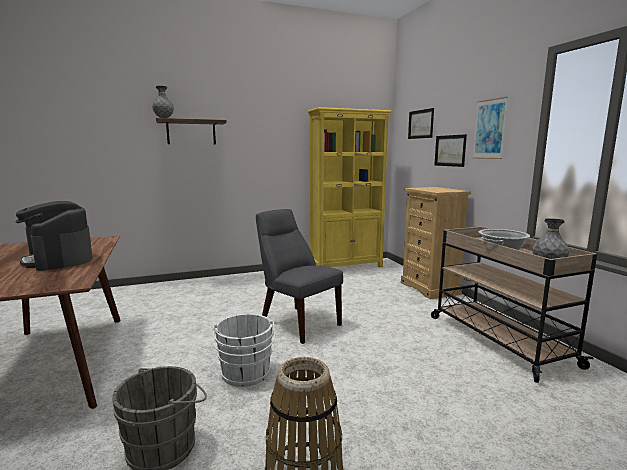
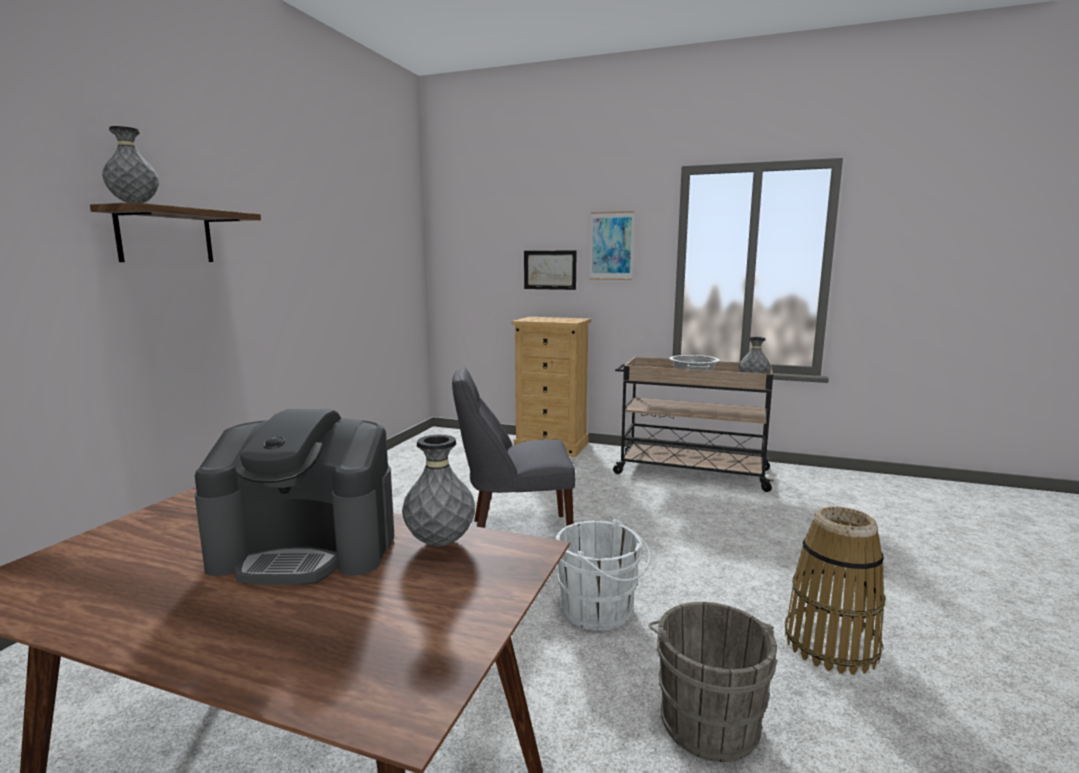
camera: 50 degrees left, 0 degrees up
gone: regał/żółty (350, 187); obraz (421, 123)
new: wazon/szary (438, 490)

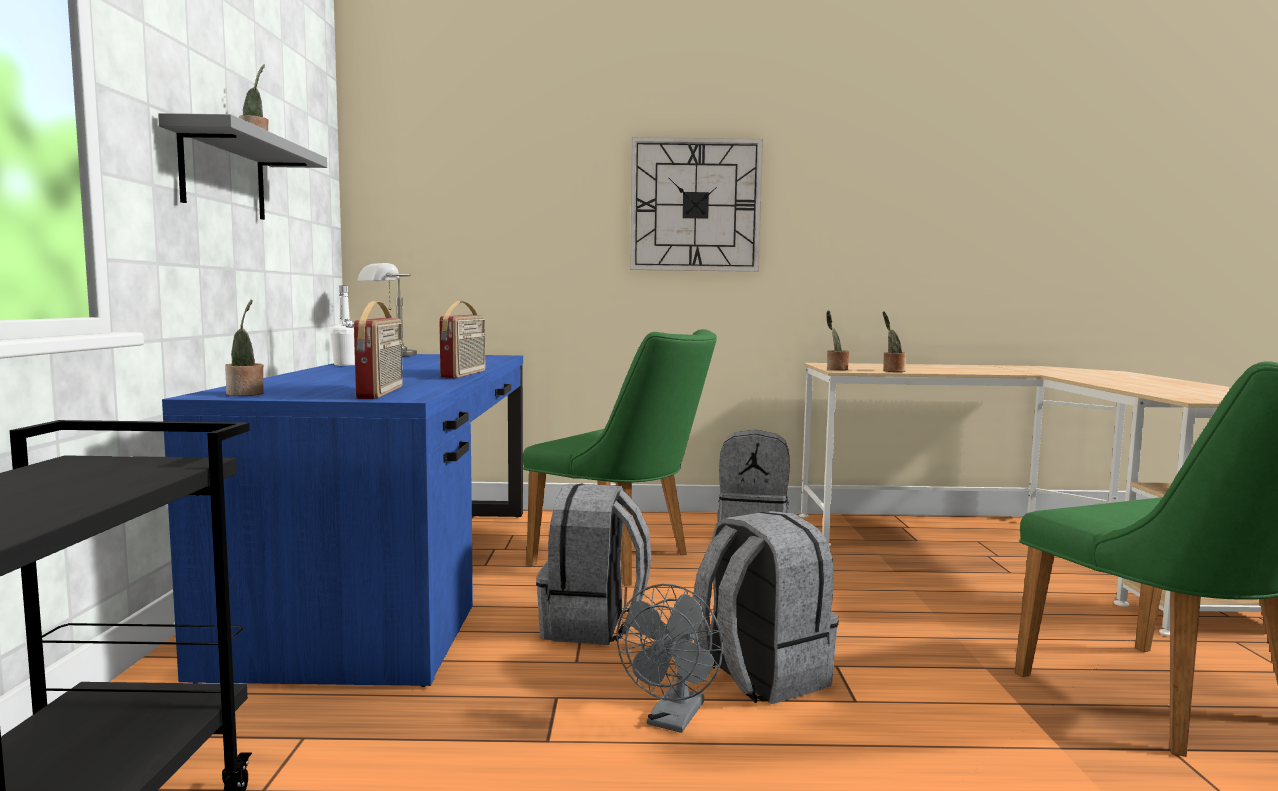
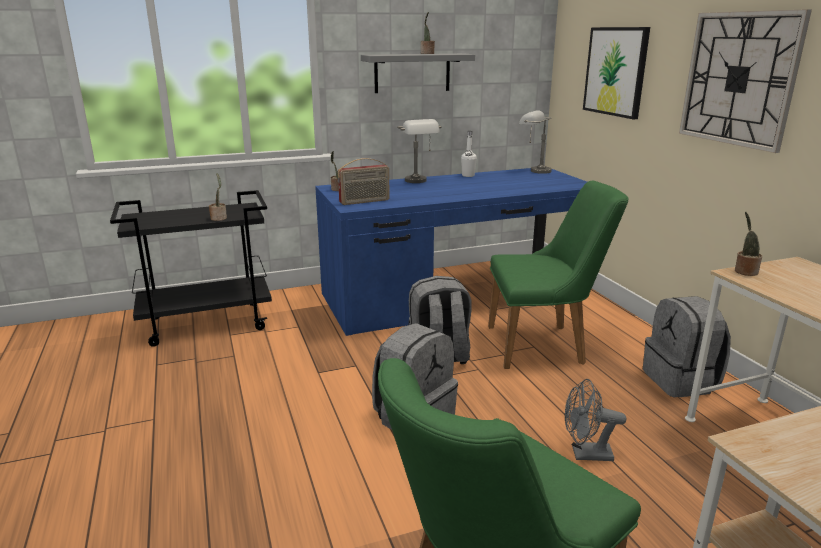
camera: 70 degrees right, 15 degrees up
gone: radio (462, 339)
new: lampa stołowa/szary (419, 151); obraz (616, 73)
shifted: roślina doniczkowa (894, 341) to (218, 197); wentylator/szary (670, 658) to (595, 420)
rotated: krzesło/zielony (620, 457) = (558, 275) 105 degrees counterclockwise

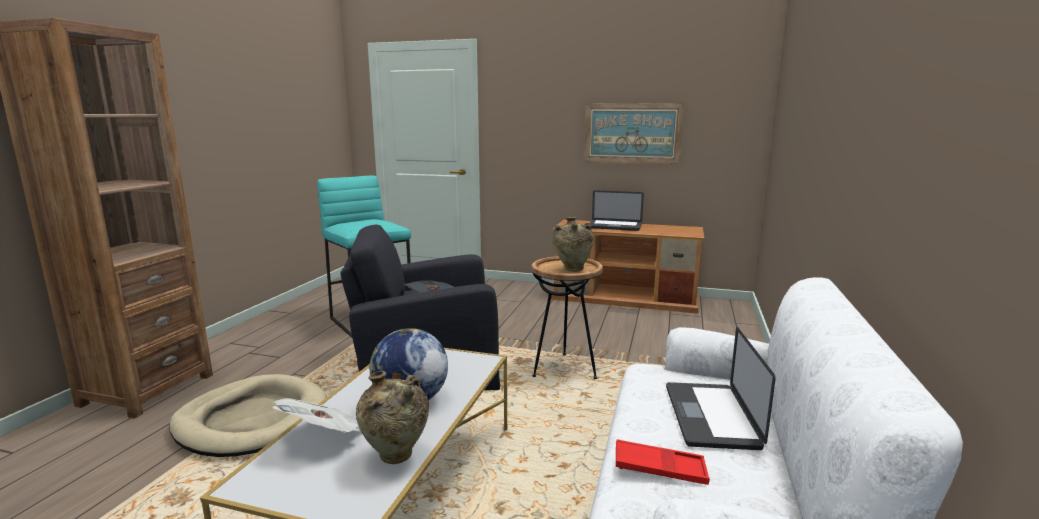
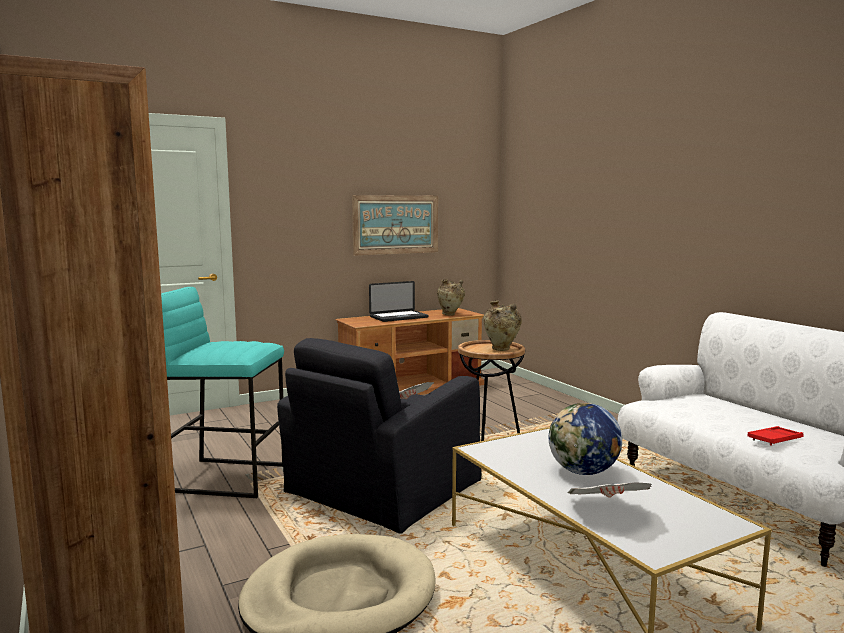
camera: 45 degrees left, 5 degrees down
gone: laptop (721, 388)
shifted: wazon/beżowy (392, 417) to (451, 297)

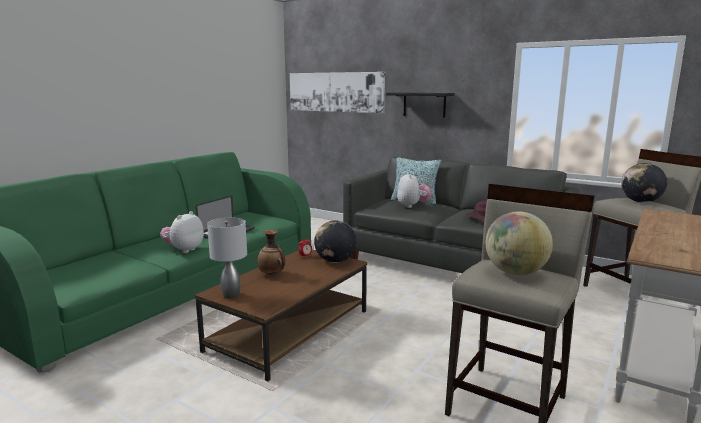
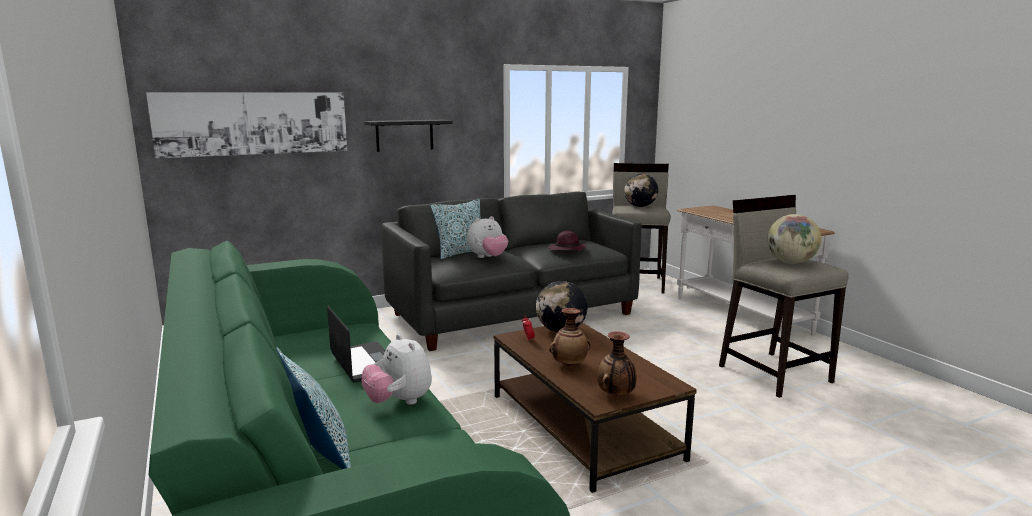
camera: 60 degrees left, 0 degrees up
new: poduszka (313, 408)
swapped: lampa stołowa/szary (227, 258) to wazon (617, 363)
rotated: pluszak (414, 190) = (487, 237) 120 degrees clockwise

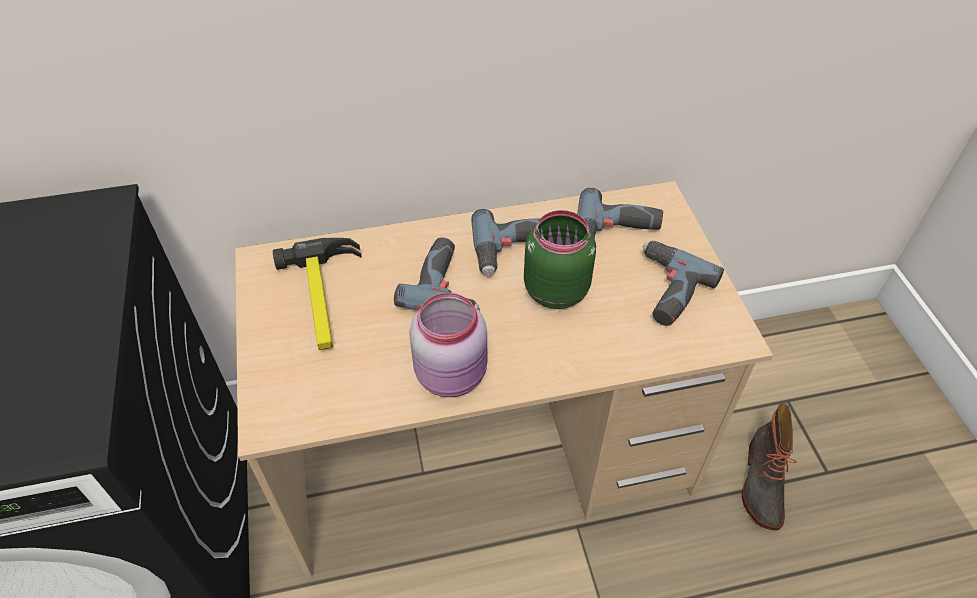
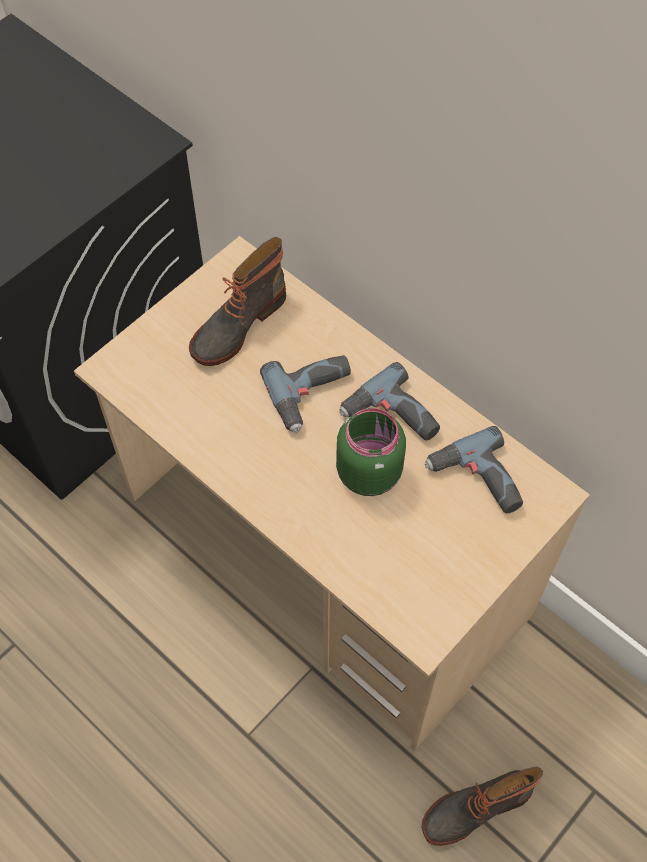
camera: 55 degrees right, 10 degrees up
gone: słoik/różowy (448, 345); wiertarka (683, 283)
swapped: młotek (317, 294) to but z cholewką (237, 301)

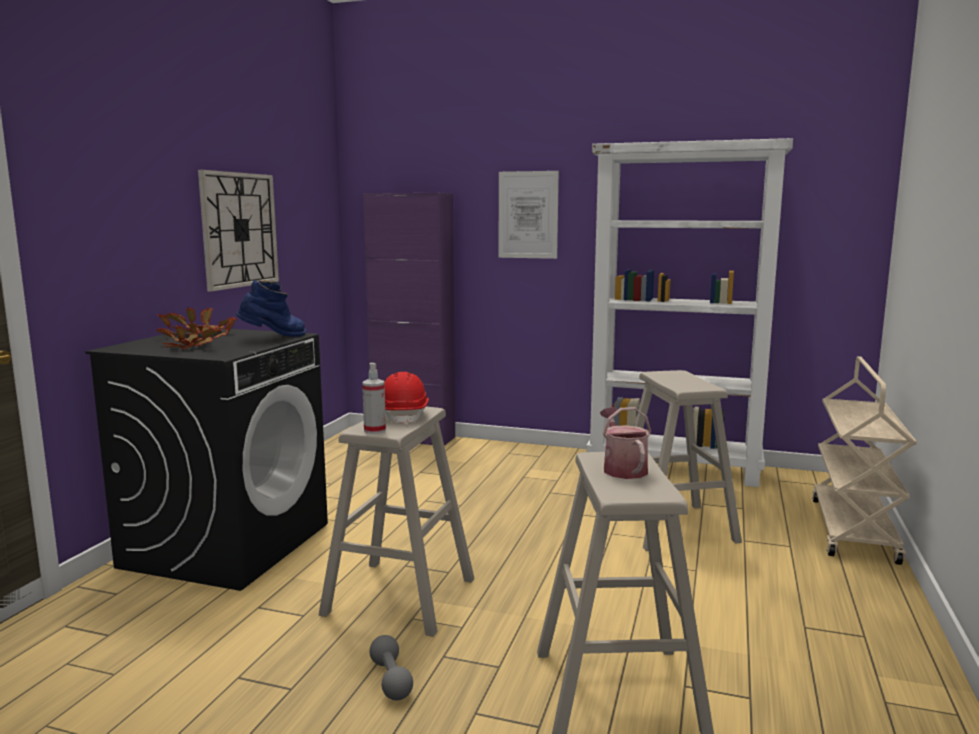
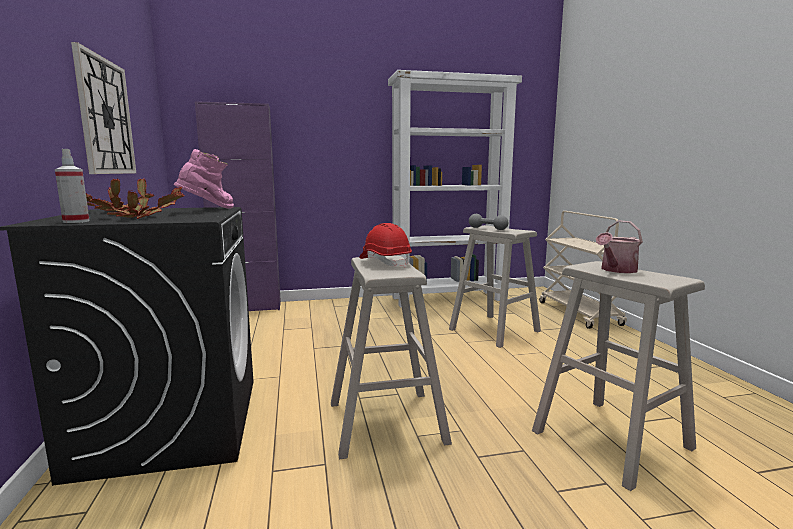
camera: 30 degrees left, 0 degrees up
gone: obraz (529, 215)
shifted: spryskiwacz (374, 398) to (72, 186); hantel/szary (391, 668) to (488, 222)
repainted: but z cholewką/niebieski (271, 308) to but z cholewką/różowy (204, 179)
rotated: konewka (625, 443) = (619, 246) 90 degrees counterclockwise

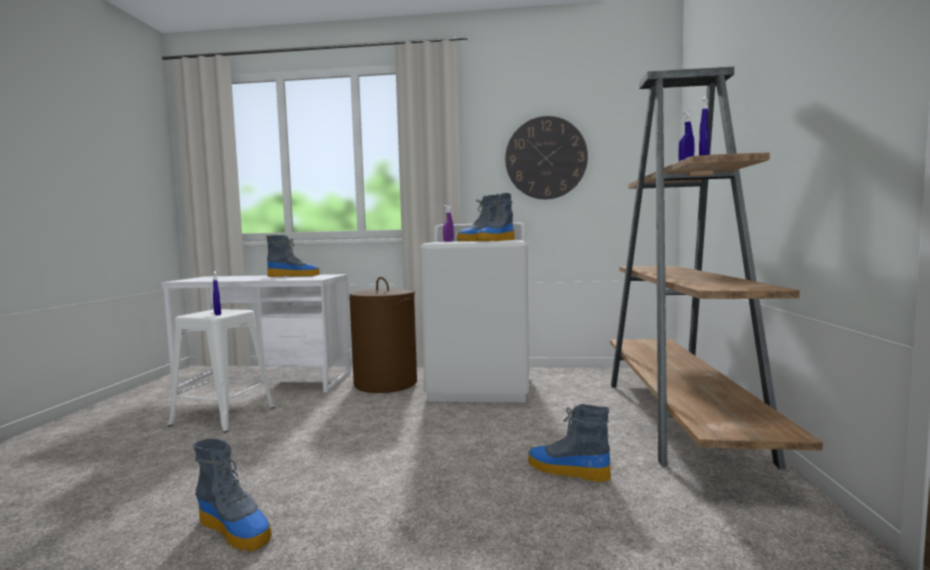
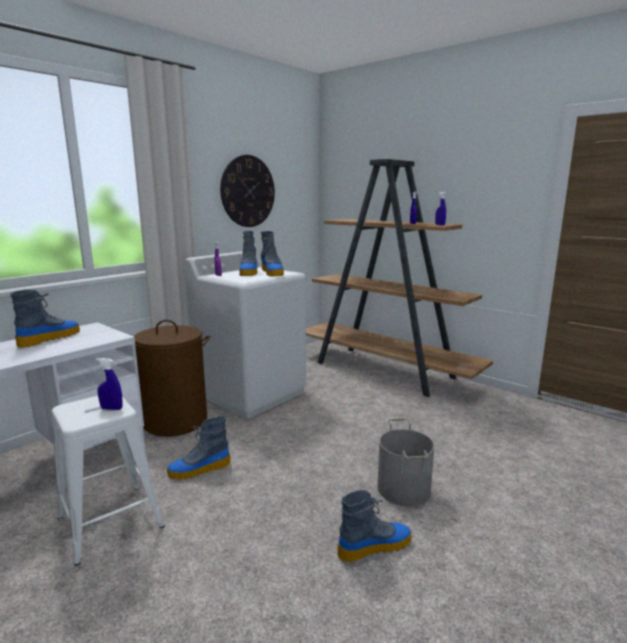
camera: 55 degrees left, 10 degrees up
new: wiadro/szary (405, 462)
shifted: but z cholewką (569, 443) to (198, 448)

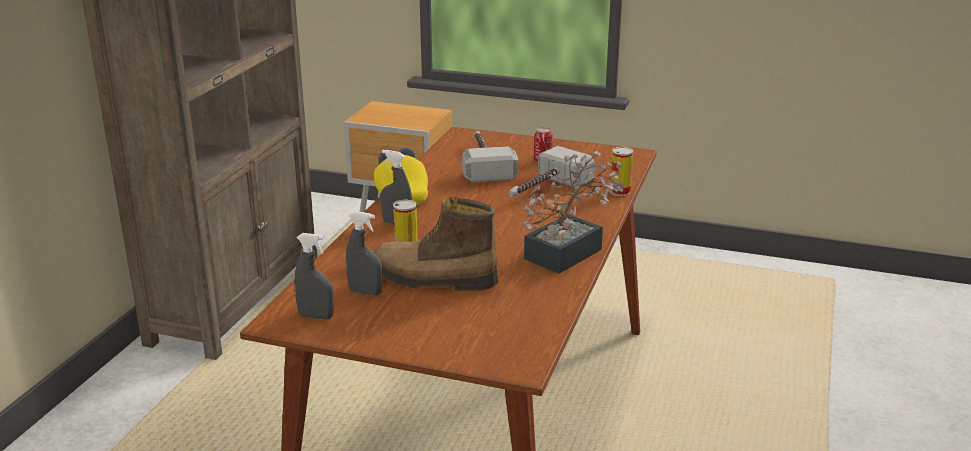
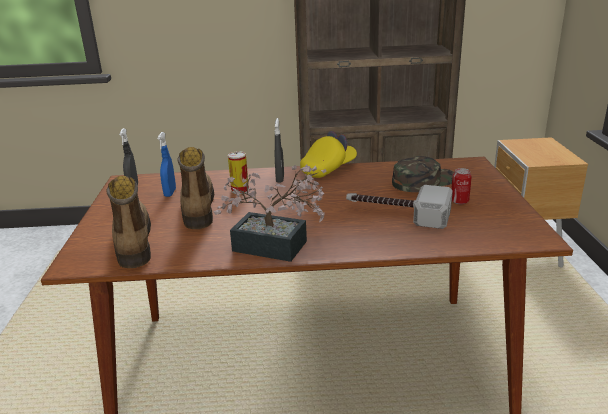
camera: 70 degrees right, 0 degrees up
gone: puszka (622, 171)
new: but z cholewką (128, 222)
swapped: młotek (490, 156) to czapka z daszkiem/zielony (423, 174)
repainted: spryskiwacz/szary (364, 253) to spryskiwacz/niebieski (166, 164)

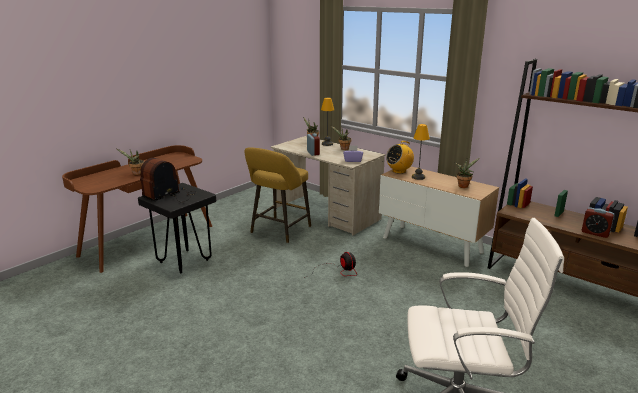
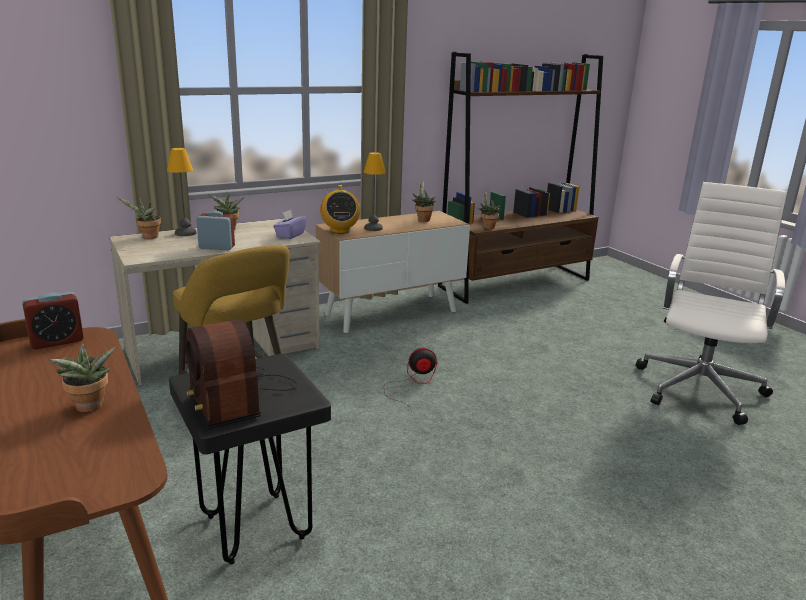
camera: 70 degrees left, 0 degrees up
new: roślina doniczkowa (489, 209)
shifted: budzik (598, 222) to (53, 321)

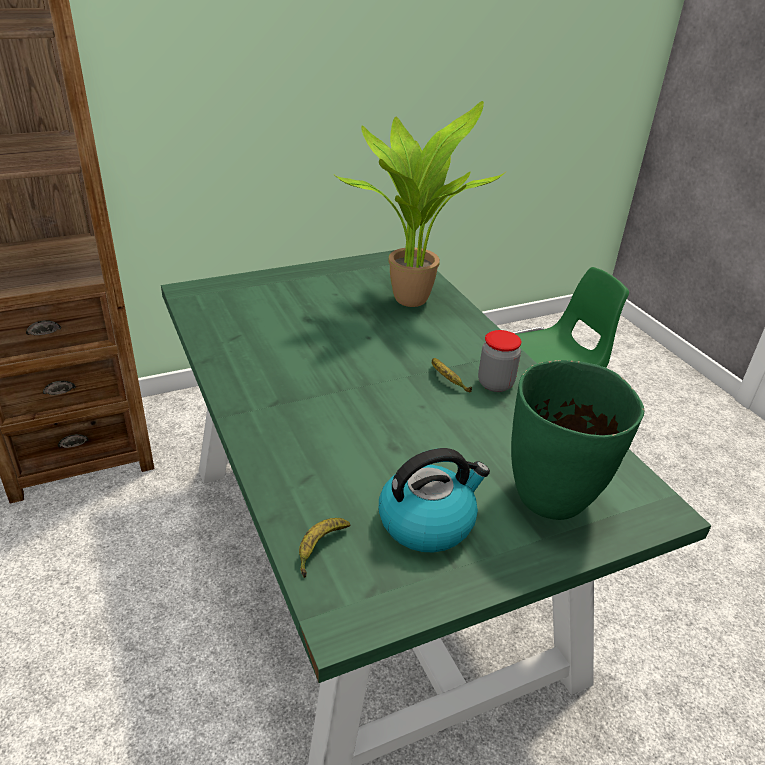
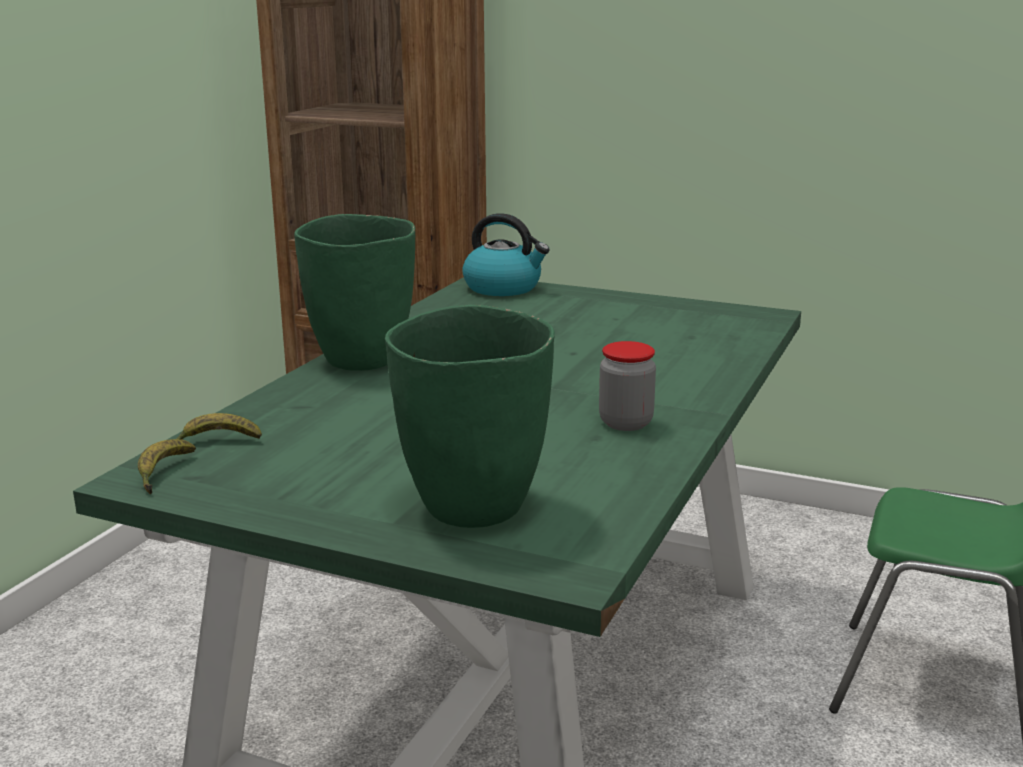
camera: 50 degrees right, 15 degrees down
gone: roślina doniczkowa (420, 204)
new: wazon/zielony (354, 292)
shifted: banan (452, 375) to (167, 466); czajnik (434, 500) to (506, 254)

